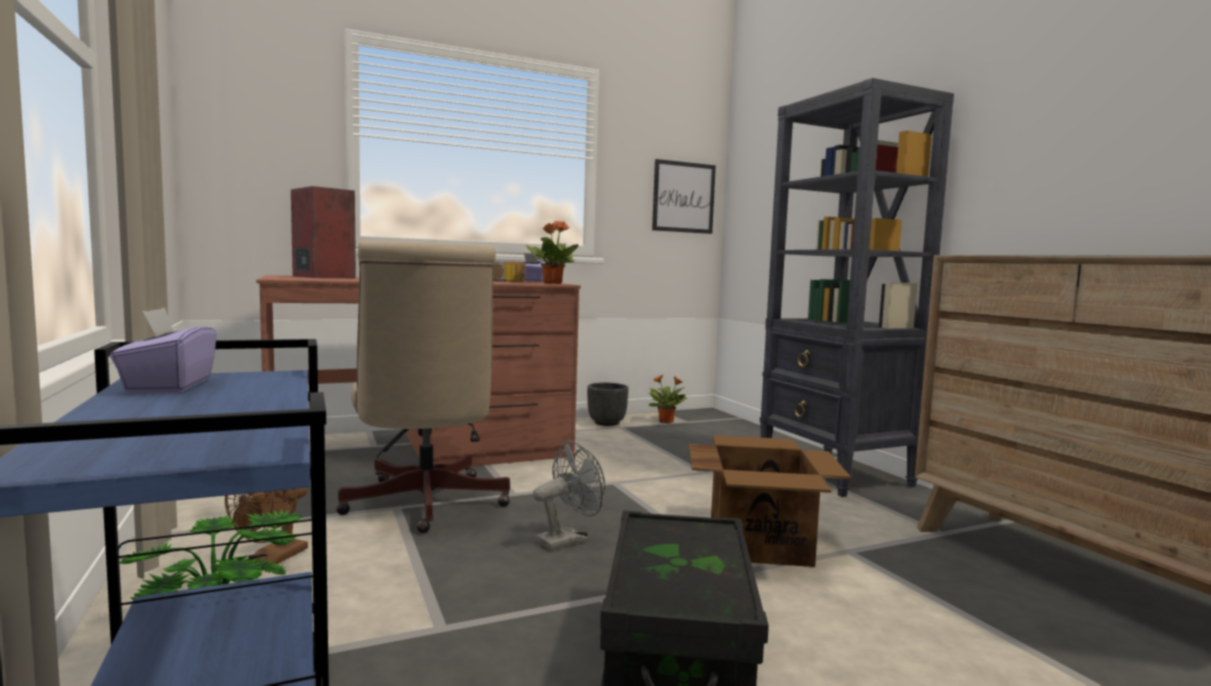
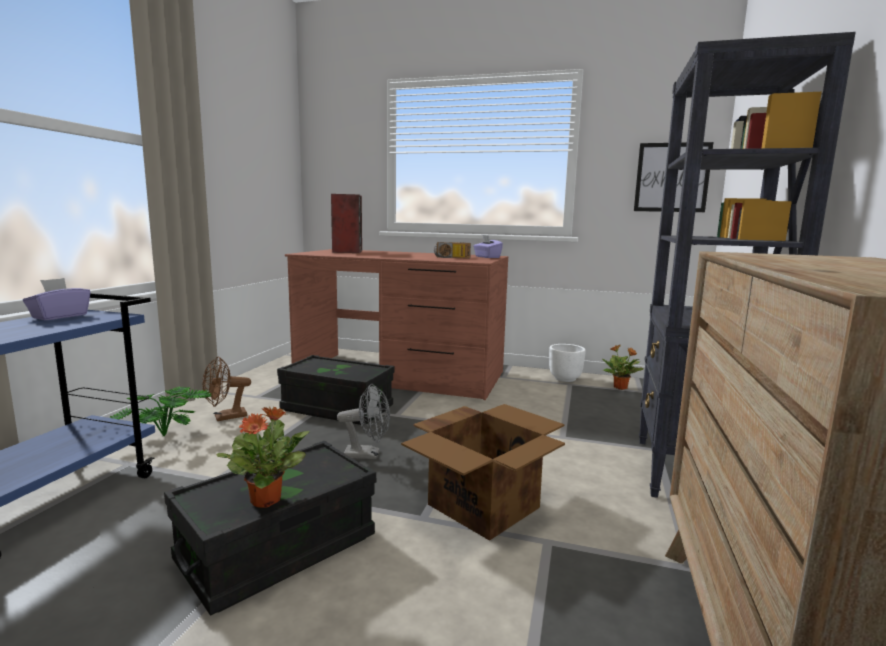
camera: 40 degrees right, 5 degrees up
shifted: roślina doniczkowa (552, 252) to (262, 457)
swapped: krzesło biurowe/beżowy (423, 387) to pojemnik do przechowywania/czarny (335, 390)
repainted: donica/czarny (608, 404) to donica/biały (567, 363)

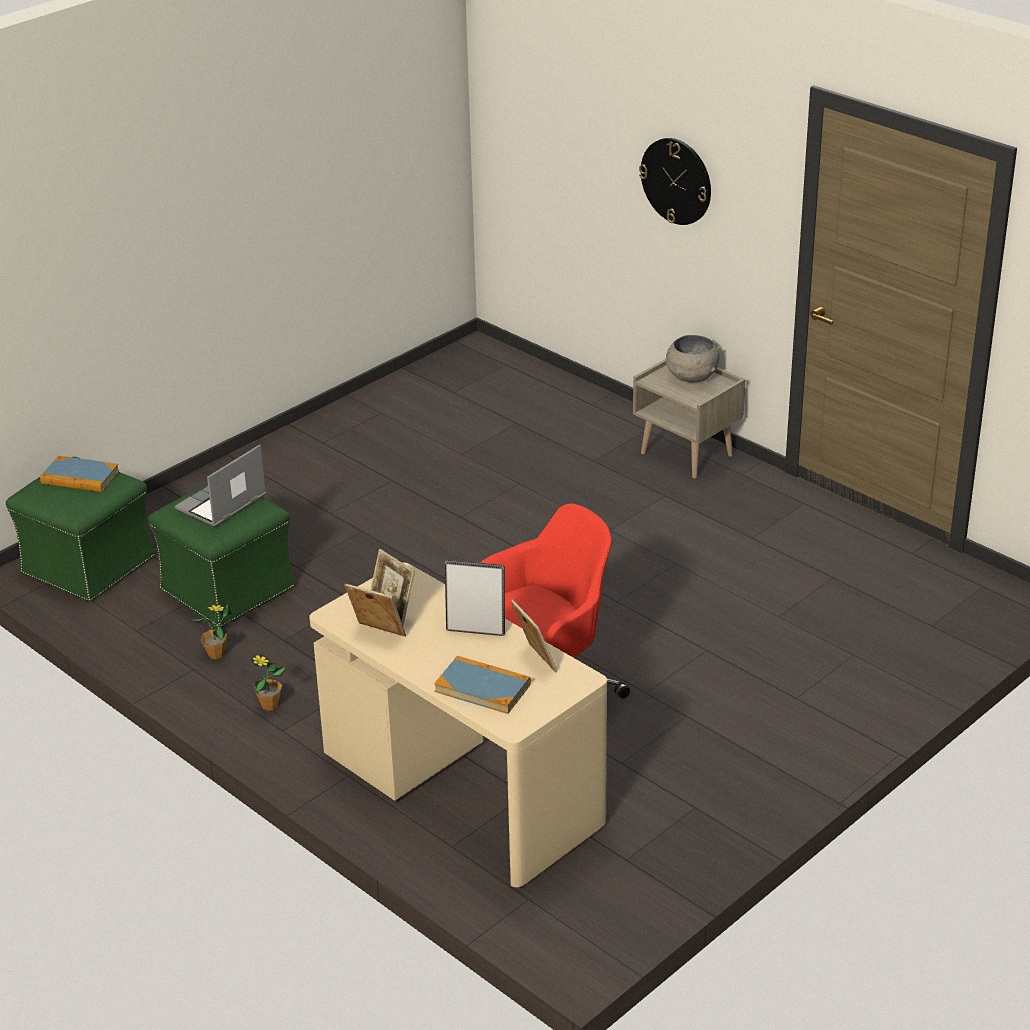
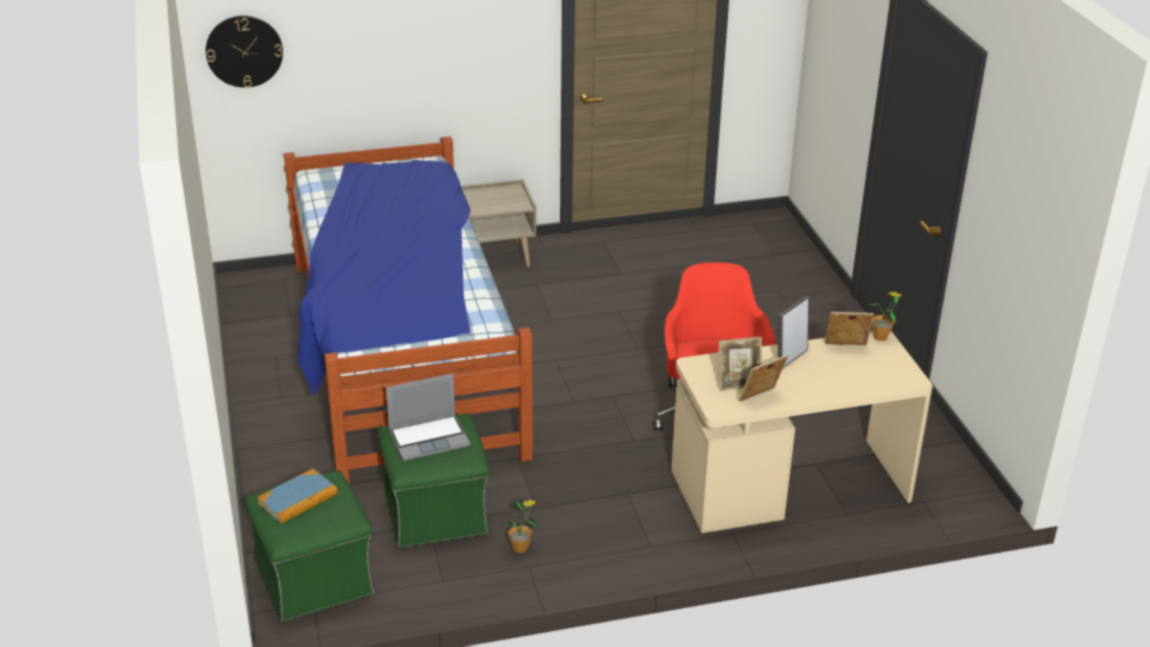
camera: 60 degrees left, 0 degrees up
gone: książka (482, 684); miska/szary (693, 359)
new: łóżko (408, 310)
shifted: zegar ścienny (675, 181) to (244, 51); roślina doniczkowa (268, 683) to (885, 316)
rotated: laptop (220, 486) = (428, 417) 90 degrees counterclockwise

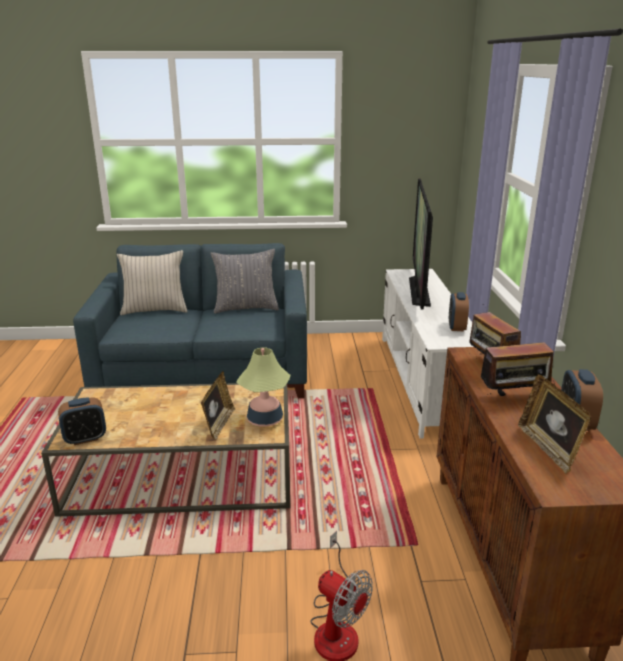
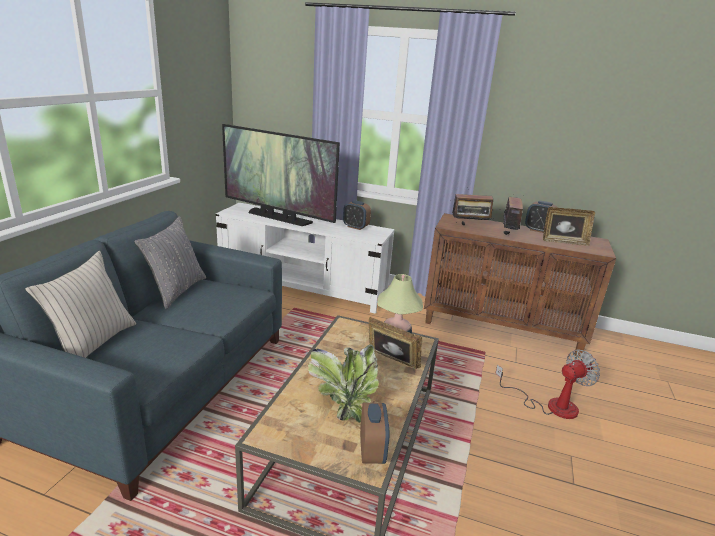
camera: 70 degrees left, 0 degrees up
new: roślina doniczkowa (343, 383)

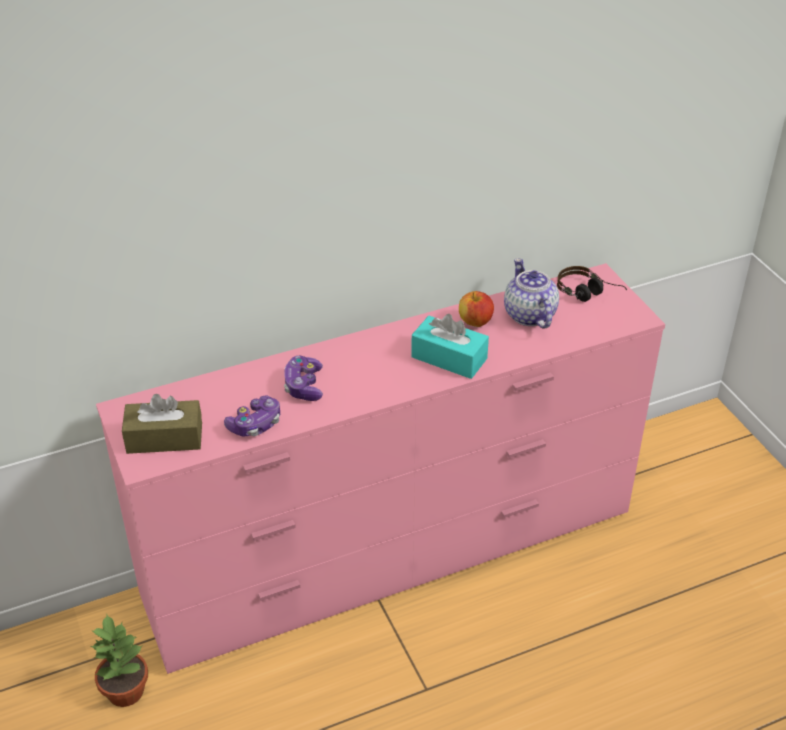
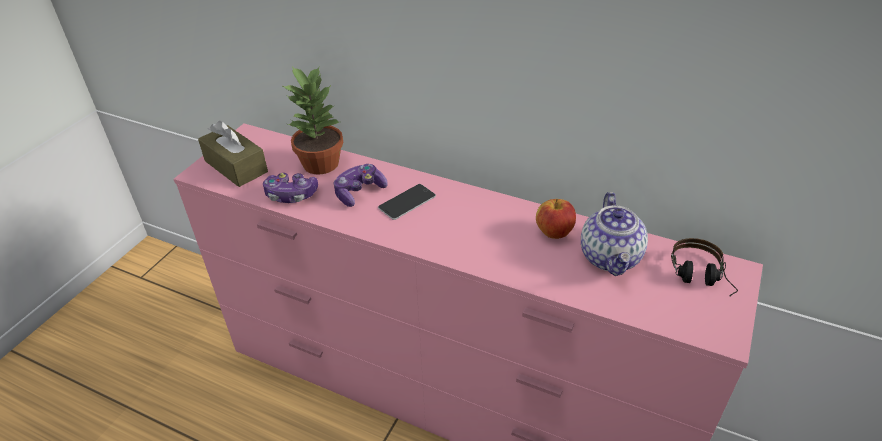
camera: 50 degrees right, 0 degrees up
gone: pudełko chusteczek/turkusowy (450, 346)
new: telefon (407, 202)
shifted: roślina doniczkowa (119, 661) to (313, 120)
rotated: imbryk (531, 293) = (614, 234) 150 degrees clockwise

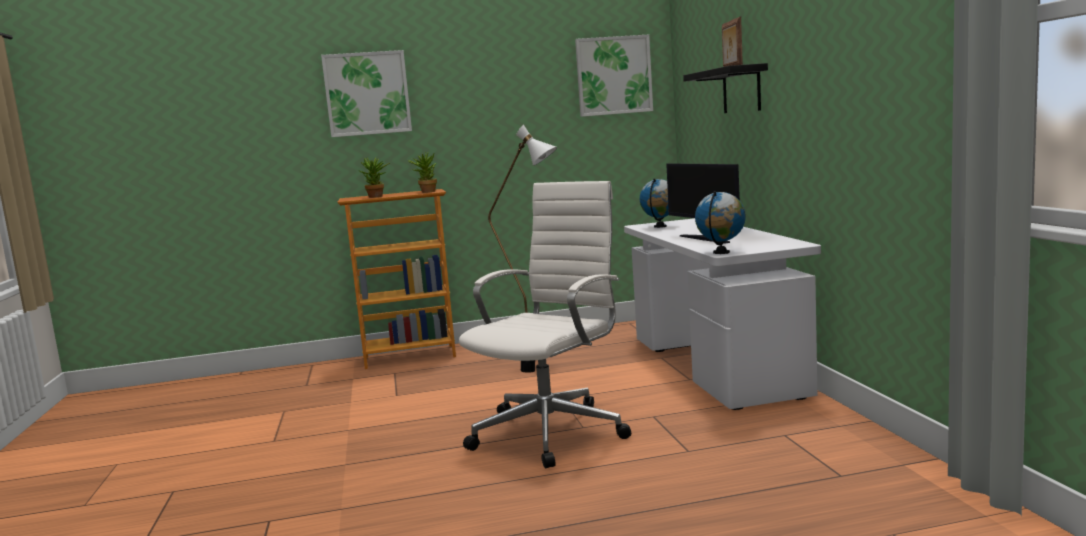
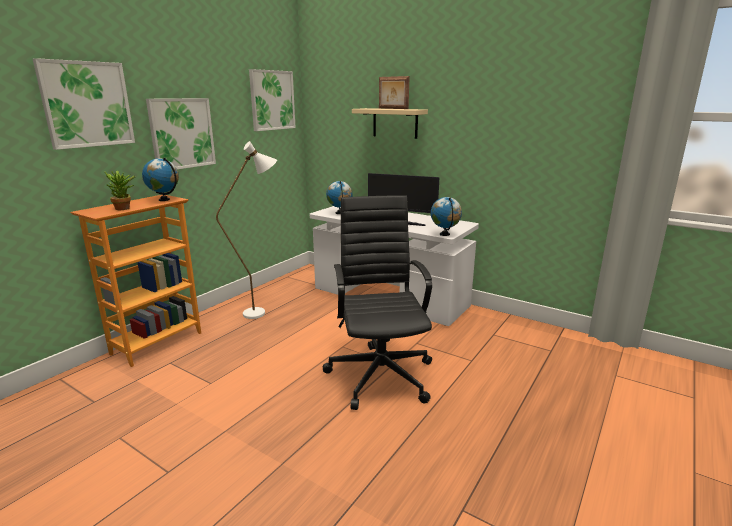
camera: 45 degrees left, 10 degrees up
new: obraz (181, 133)
swapped: roślina doniczkowa (422, 172) to globus (160, 179)
repainted: krzesło biurowe/biały (545, 324) to krzesło biurowe/czarny (377, 302); półka/czarny (725, 88) to półka/beżowy (390, 123)

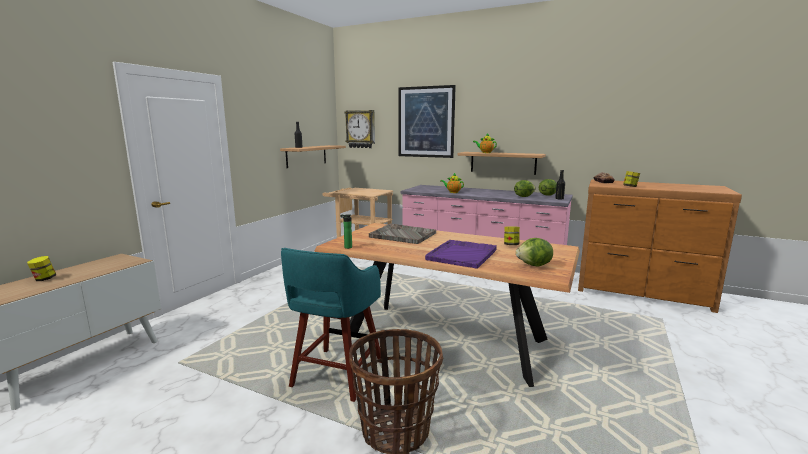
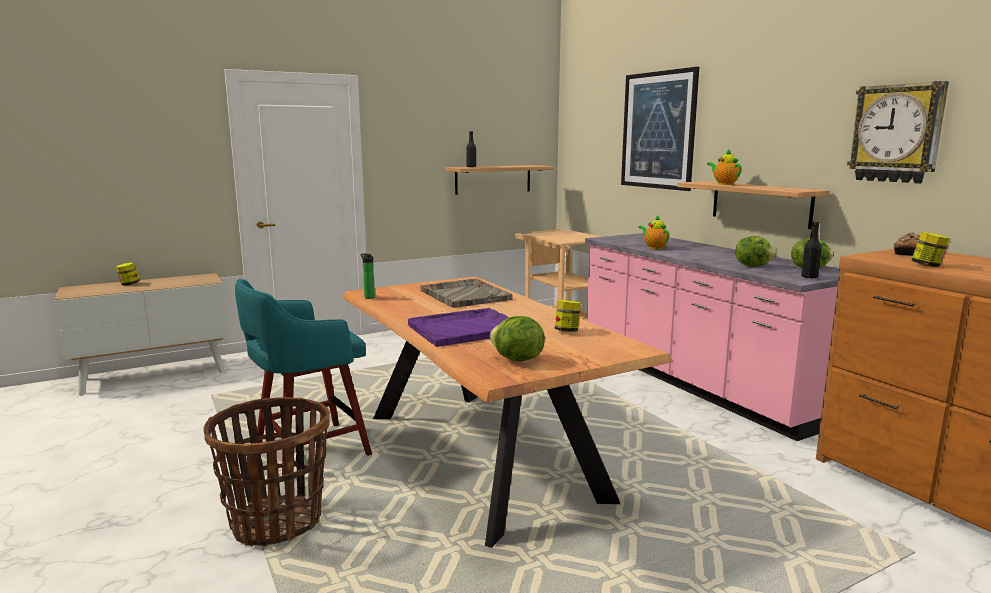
camera: 35 degrees right, 0 degrees up
shifted: zegar ścienny (360, 129) to (898, 132)

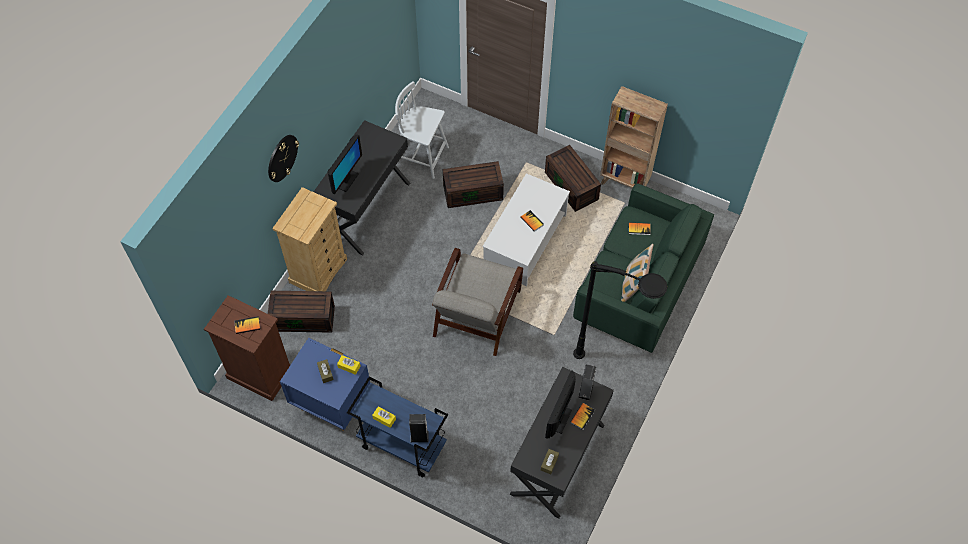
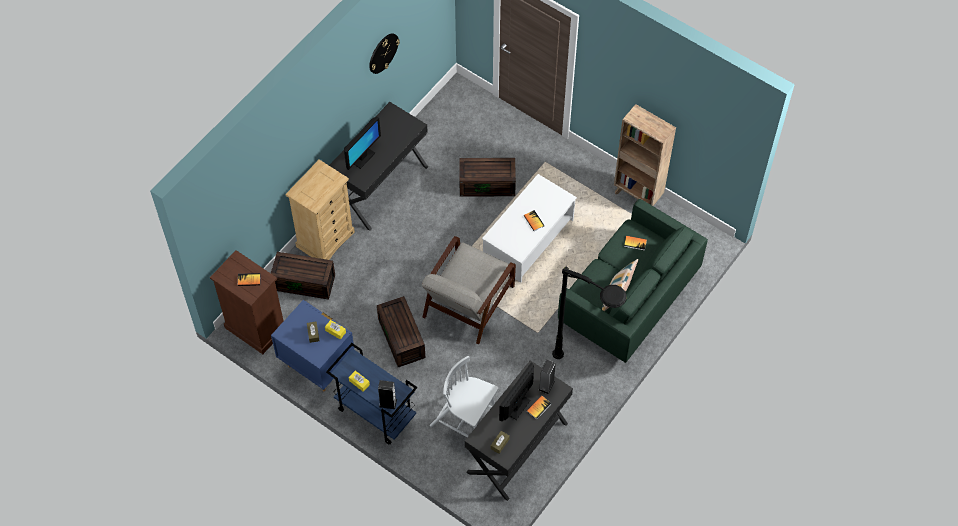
camera: 10 degrees right, 0 degrees up
shifted: zegar ścienny (283, 158) to (384, 53); pojemnik do przechowywania/brązowy (573, 178) to (401, 331); krzesło/biały (422, 130) to (464, 396)

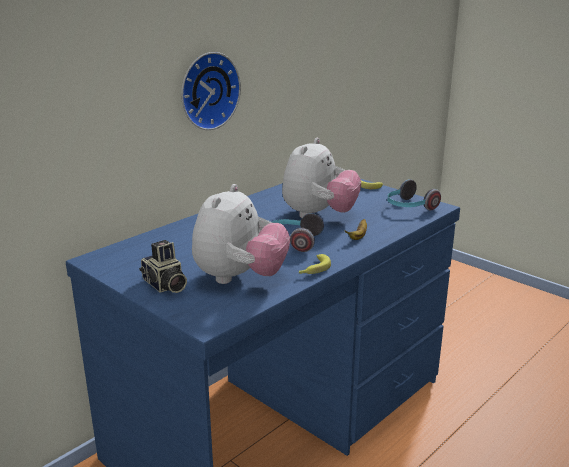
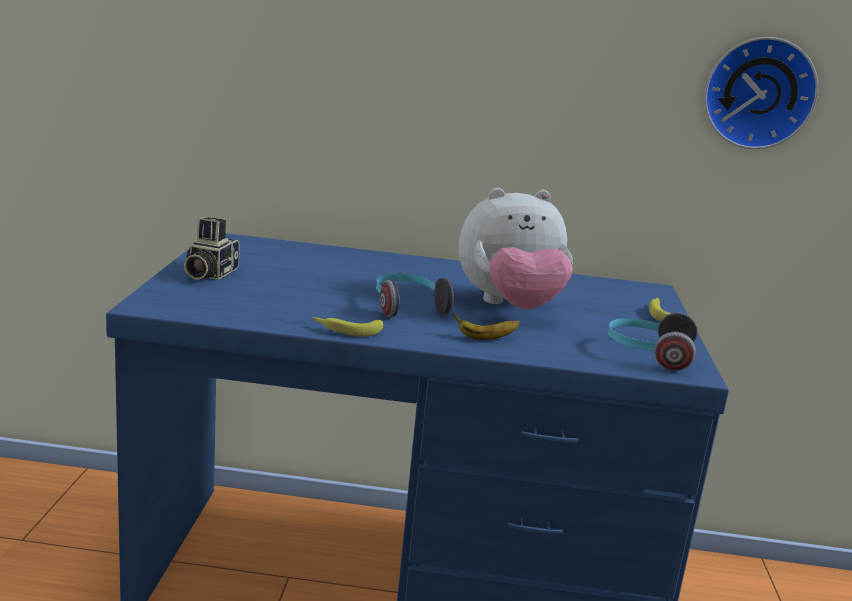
camera: 50 degrees right, 5 degrees down
gone: pluszak (241, 234)
shifted: zegar ścienny (211, 91) to (761, 93)

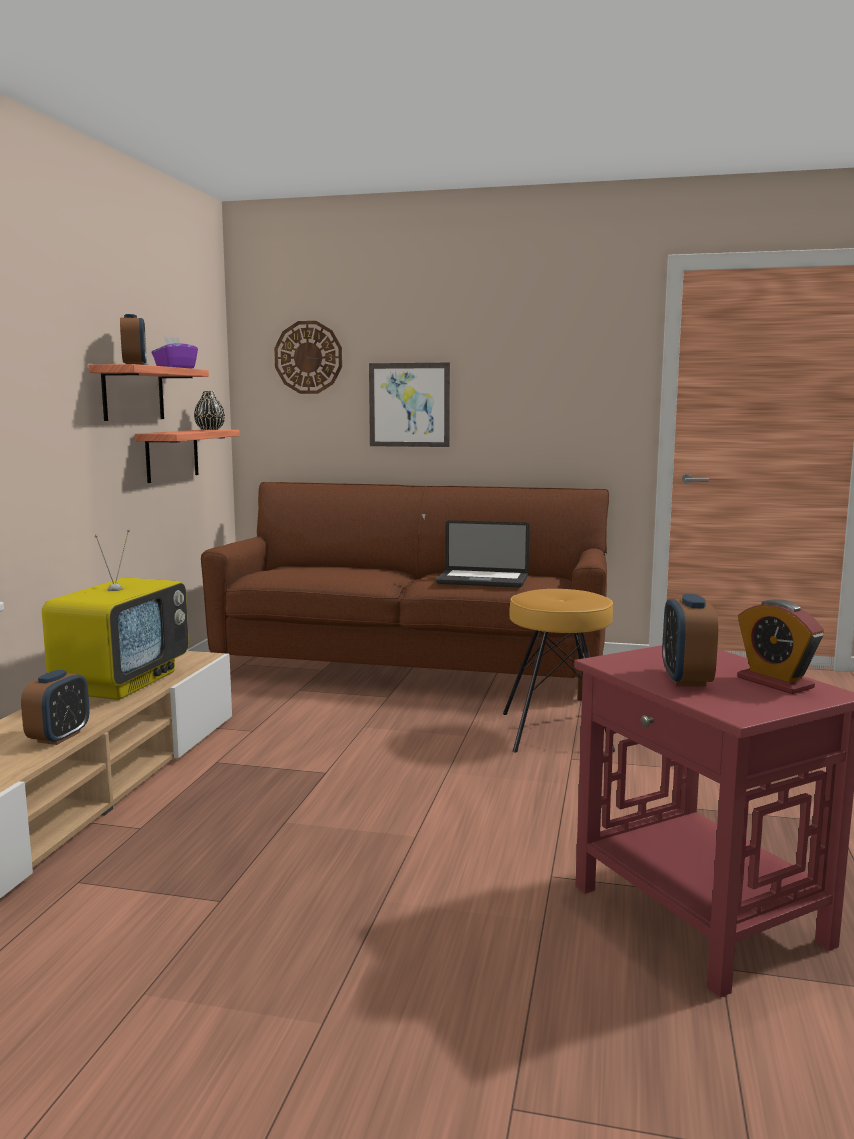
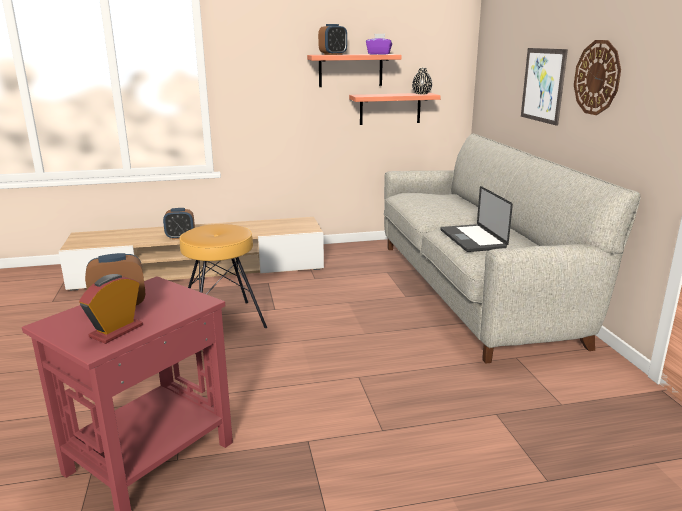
camera: 65 degrees right, 10 degrees up
gone: telewizor (115, 614)
shifted: stołek/brązowy (559, 670) to (223, 276); zegar ścienny (308, 357) to (597, 77)
repainted: kanapa/brązowy (405, 591) to kanapa/szary (512, 248)

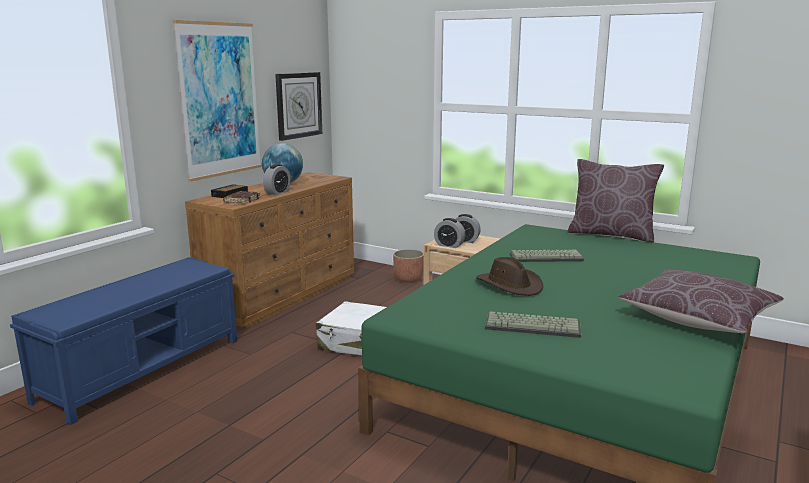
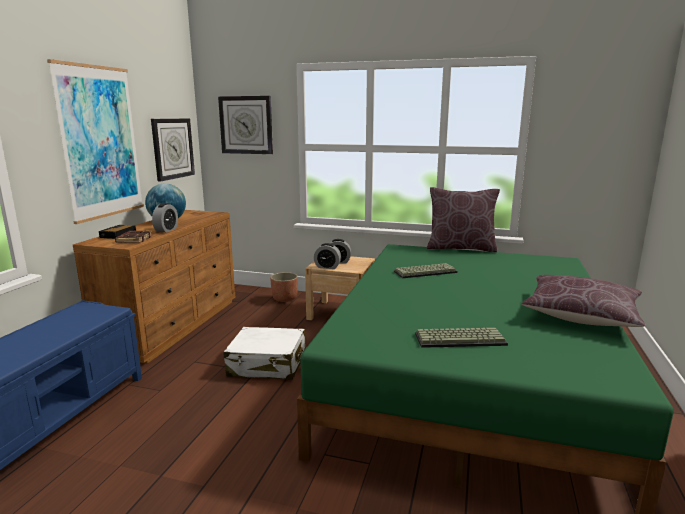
camera: 15 degrees left, 0 degrees up
gone: kapelusz/brązowy (509, 276)
new: zegar ścienny (245, 125)

